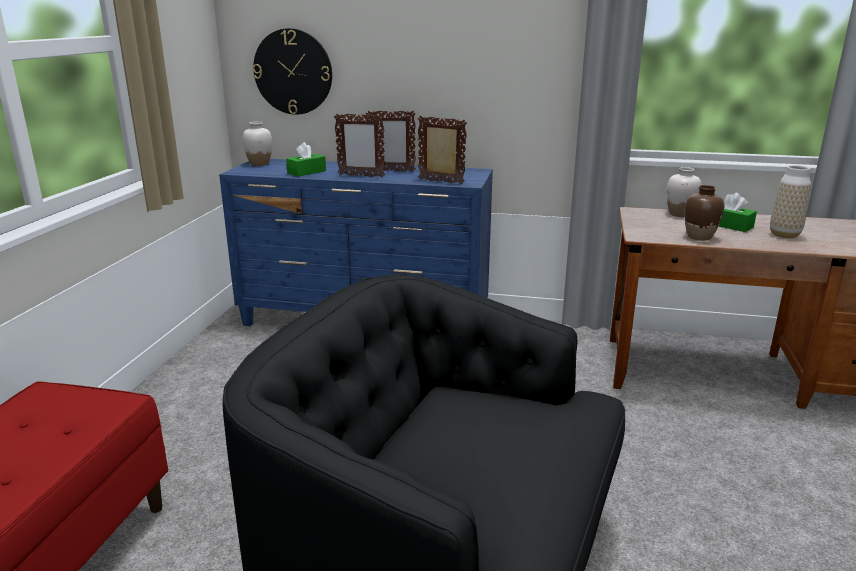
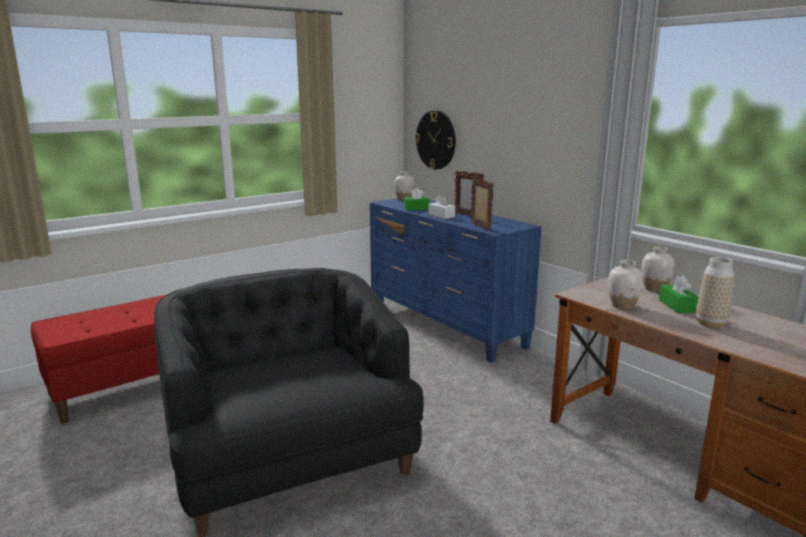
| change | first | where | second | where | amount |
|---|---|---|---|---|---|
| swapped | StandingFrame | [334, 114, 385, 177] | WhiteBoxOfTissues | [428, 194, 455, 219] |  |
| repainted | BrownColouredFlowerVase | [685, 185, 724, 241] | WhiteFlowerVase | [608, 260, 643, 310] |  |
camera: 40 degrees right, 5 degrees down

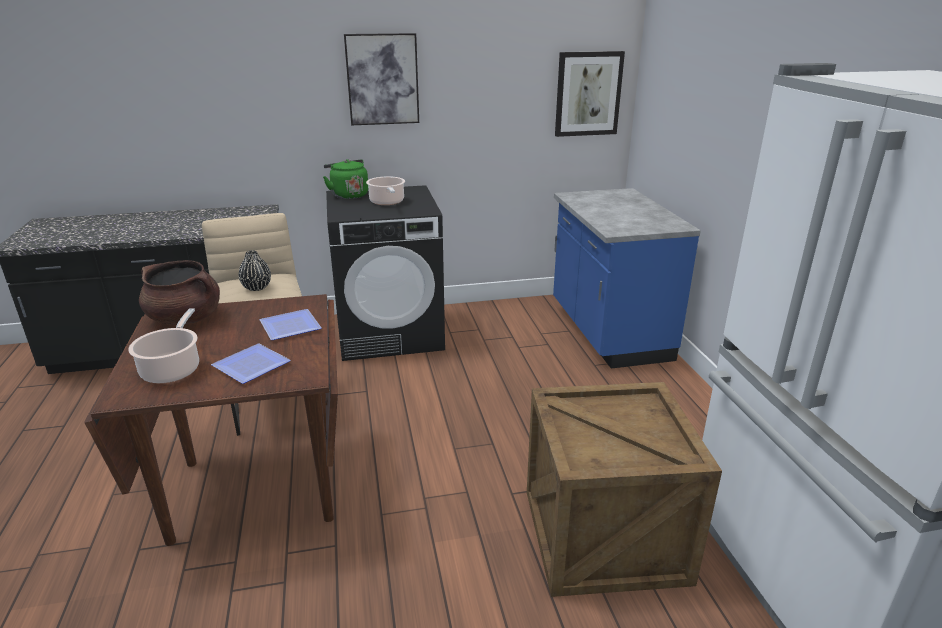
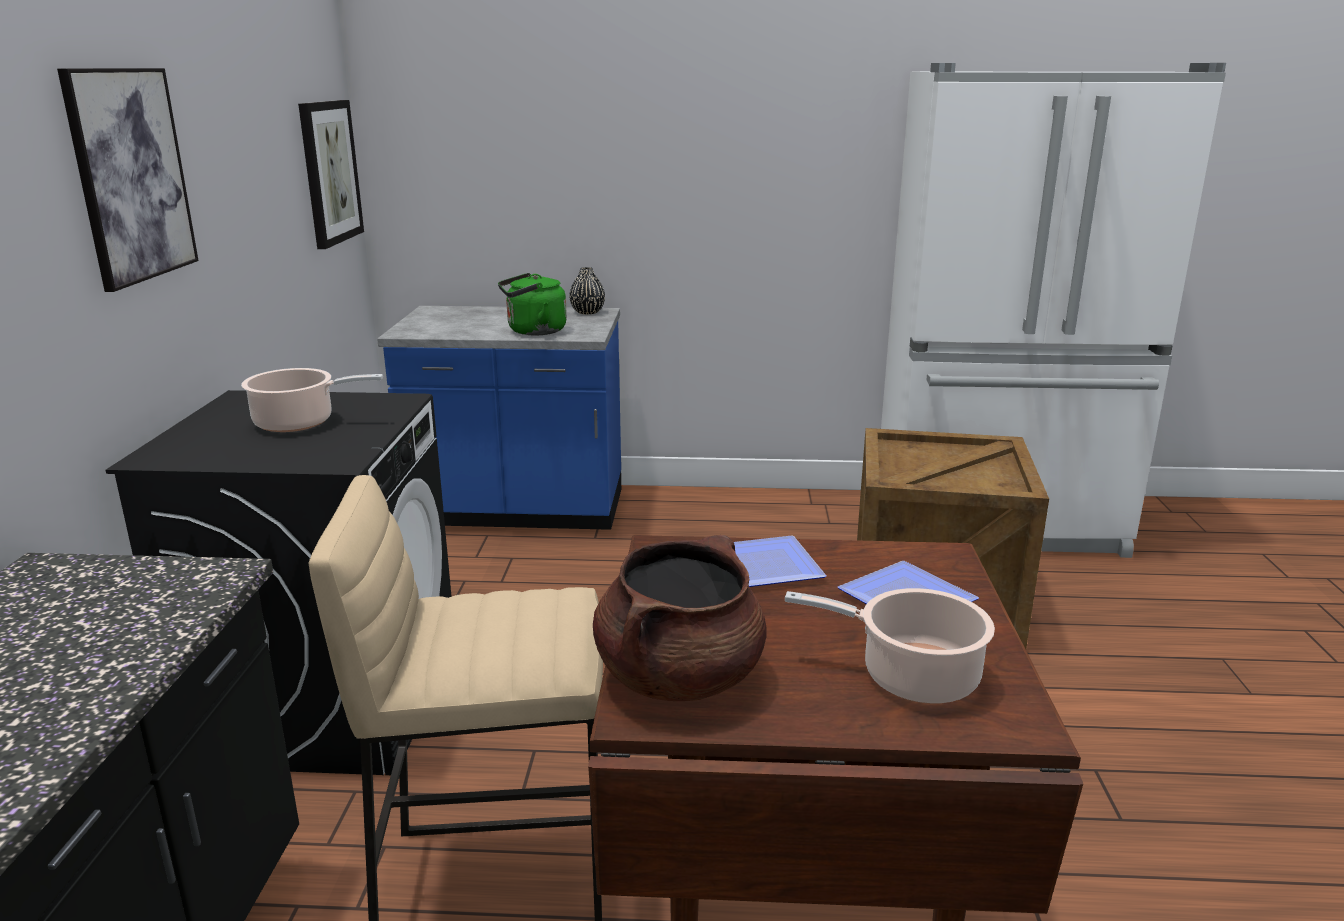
| change | first | where | second | where | amount |
|---|---|---|---|---|---|
| shifted | GreenColouredKettle | [323, 159, 368, 199] |  | [498, 273, 567, 335] |  |
| shifted | BlackishFlowerVase | [239, 250, 271, 291] |  | [569, 267, 605, 314] |  |
camera: 75 degrees left, 5 degrees down

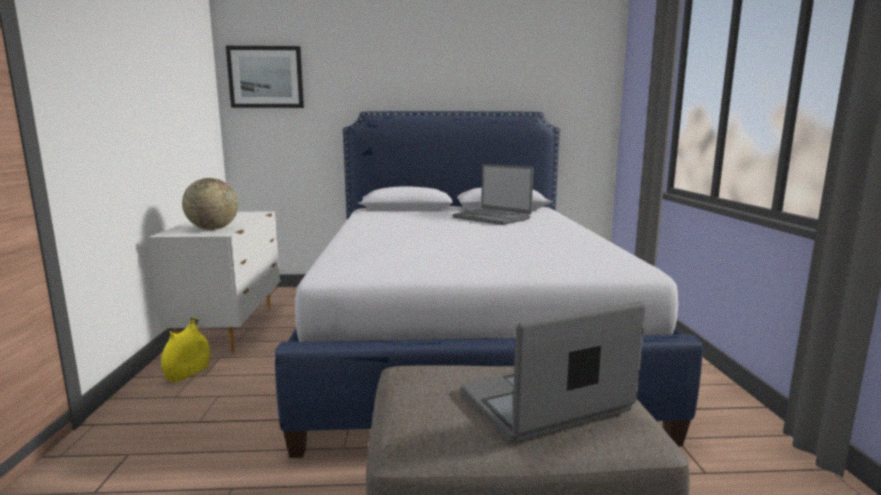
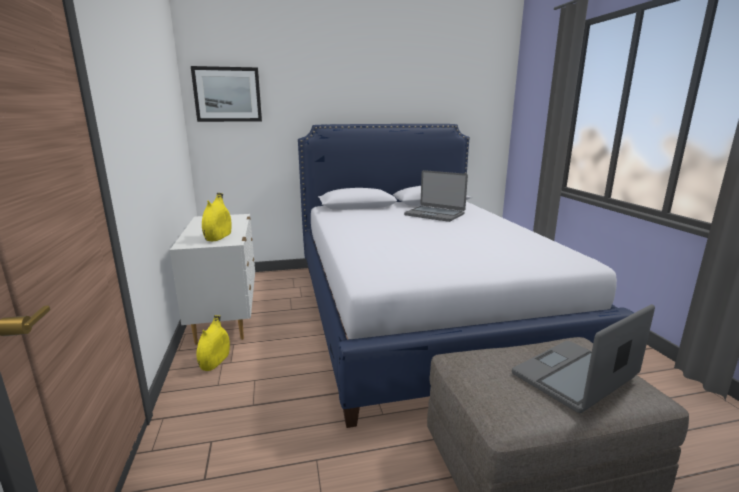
| change | first | where | second | where | amount |
|---|---|---|---|---|---|
| swapped | WorldGlobe | [182, 178, 238, 230] | YellowFlowerVase | [202, 193, 232, 241] |  |
camera: 10 degrees left, 5 degrees up

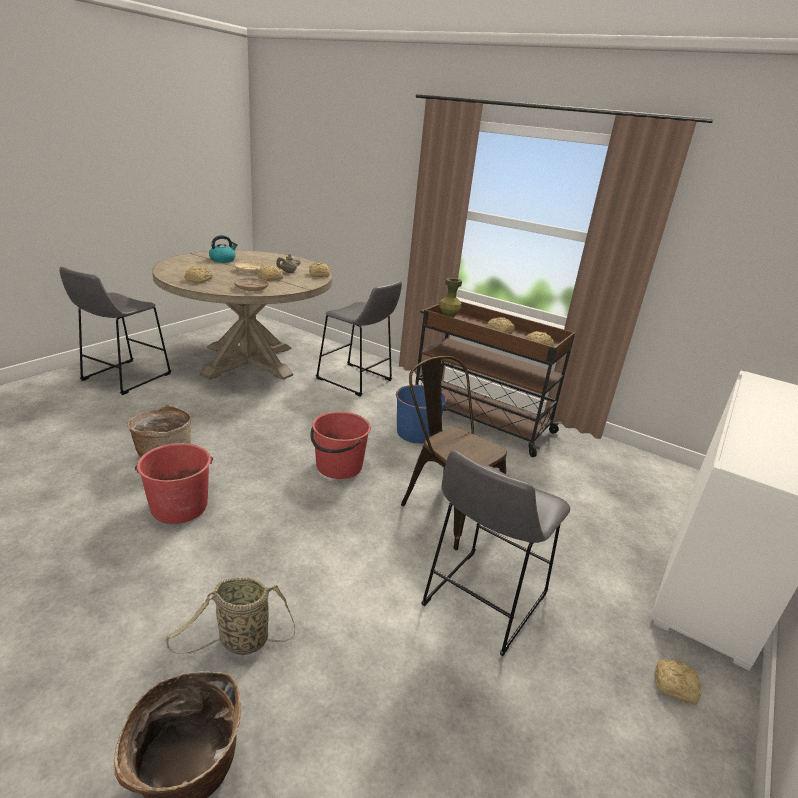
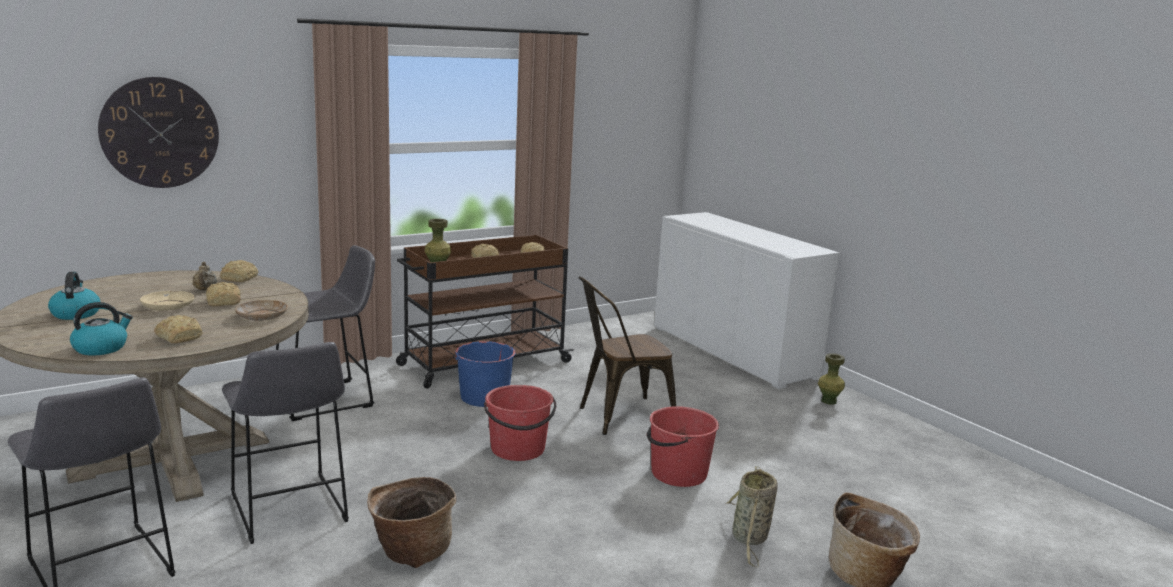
| change | first | where | second | where | amount |
|---|---|---|---|---|---|
| new |  |  | Kettle | [70, 302, 133, 356] |  |
| new |  |  | HangingClock | [98, 77, 219, 188] |  |
| shifted | GreyStool | [421, 450, 570, 656] |  | [222, 342, 349, 544] |  |
| shifted | ReddishPail | [135, 443, 213, 524] |  | [647, 406, 719, 487] |  |
| swapped | BakedBread | [655, 658, 701, 705] | GreenColouredFlowerVase | [818, 353, 845, 405] |  |
camera: 65 degrees left, 10 degrees down

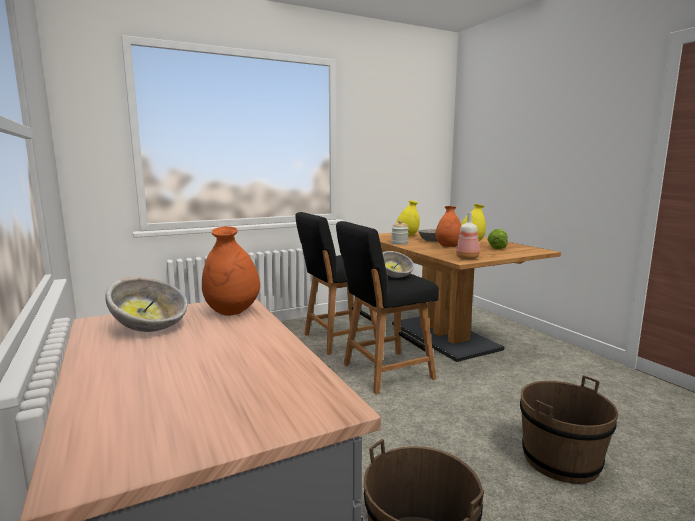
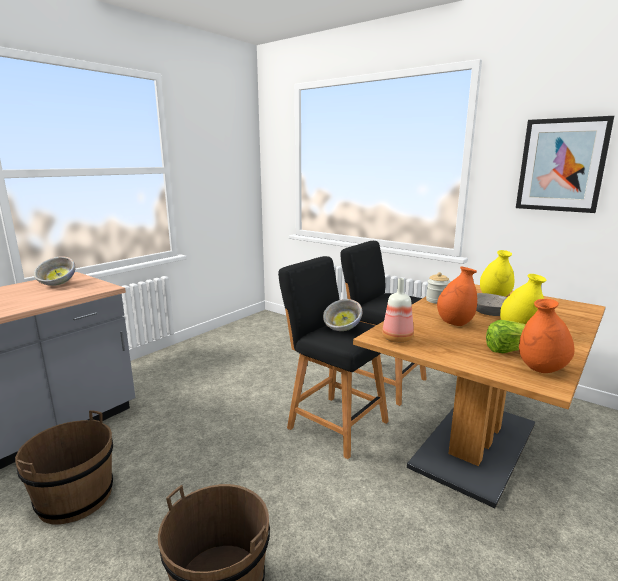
| change | first | where | second | where | amount |
|---|---|---|---|---|---|
| new |  |  | WallArt | [516, 116, 614, 213] |  |
| shifted | OrangeyFlowerVase | [202, 226, 260, 316] |  | [519, 299, 574, 373] |  |
camera: 65 degrees right, 5 degrees up

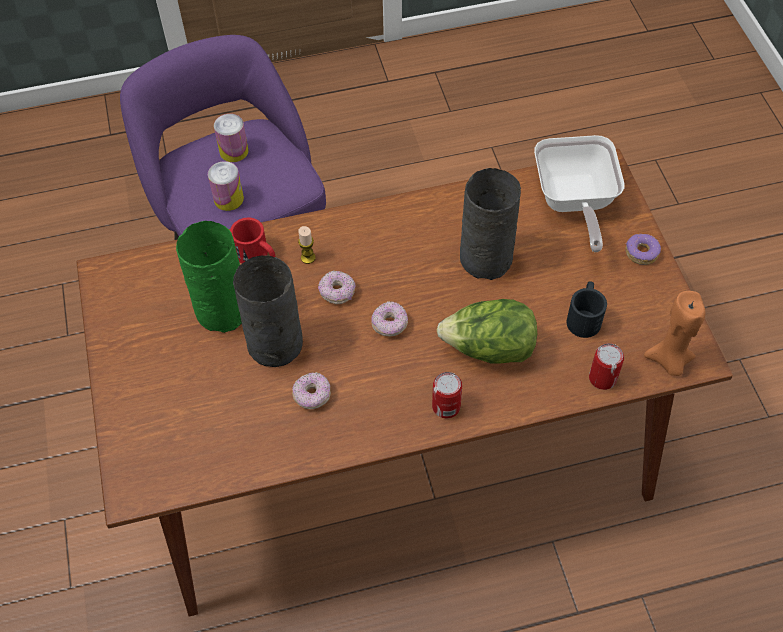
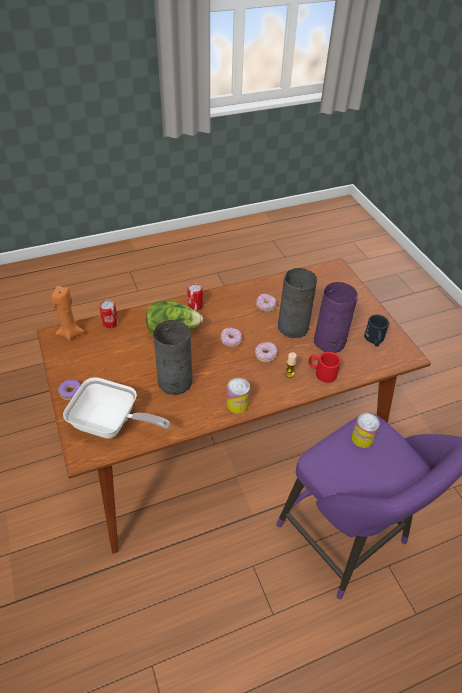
| change | first | where | second | where | amount |
|---|---|---|---|---|---|
| rotated | Pan | [534, 135, 624, 252] |  | [63, 377, 170, 439] | 120 degrees clockwise |
| shifted | MetalCan | [214, 114, 249, 162] |  | [227, 378, 250, 414] |  |
| repainted | GreenColouredFlowerVase | [176, 221, 242, 333] | PurpleColouredFlowerVase | [314, 282, 358, 353] |  |
| shifted | BlackishTeaMug | [566, 281, 607, 338] |  | [364, 315, 389, 346] |  |
camera: 170 degrees right, 10 degrees down

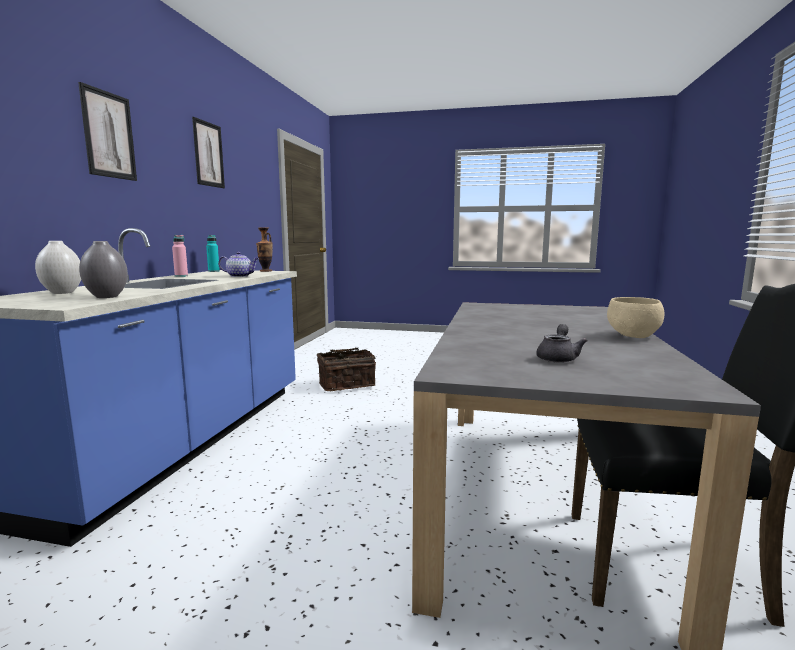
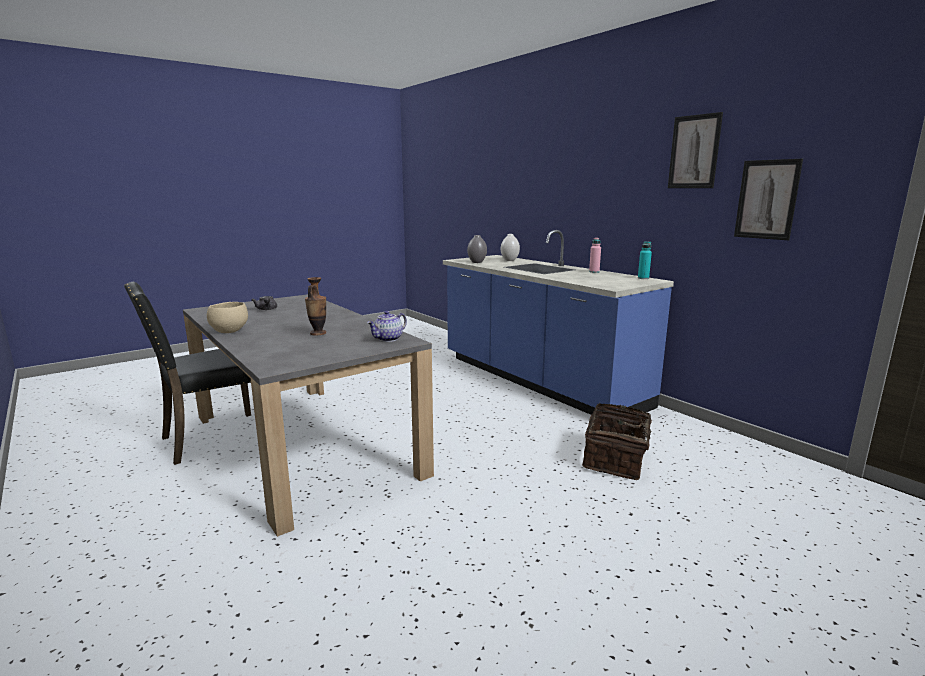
| change | first | where | second | where | amount |
|---|---|---|---|---|---|
| shifted | FlowerVase | [256, 227, 273, 272] |  | [305, 277, 326, 336] |  |
| shifted | Teapot | [218, 252, 259, 277] |  | [367, 311, 407, 342] |  |
| shifted | WallArt | [78, 82, 137, 181] |  | [734, 159, 803, 240] |  |
camera: 130 degrees right, 5 degrees up

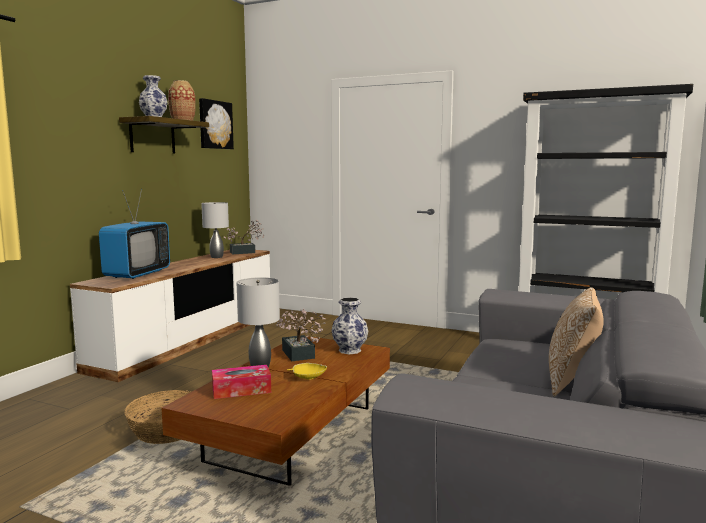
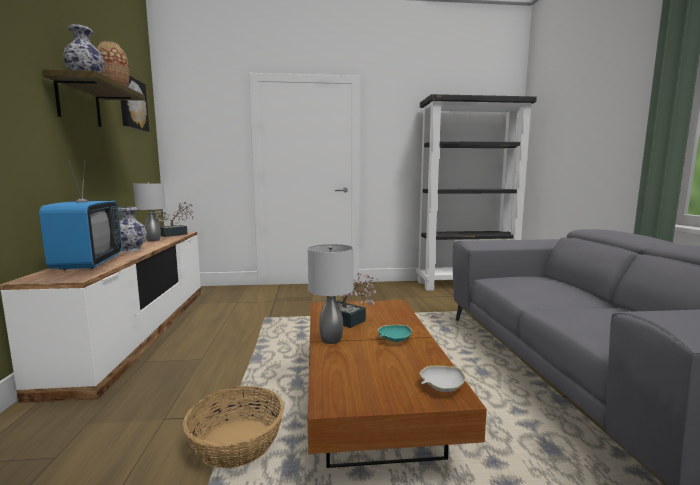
| change | first | where | second | where | amount |
|---|---|---|---|---|---|
| shifted | FlowerVase | [331, 297, 368, 354] |  | [118, 207, 147, 252] |  |
| repainted | YellowDeepDish | [287, 363, 327, 380] | BlueGreenDeepDish | [378, 325, 412, 342] |  |
| new |  |  | WhiteDeepDish | [420, 366, 466, 392] |  |
| gone | BoxOfTissues | [212, 365, 271, 399] |  |  |  |
| gone | Pillow | [549, 287, 604, 397] |  |  |  |
camera: 30 degrees left, 0 degrees up

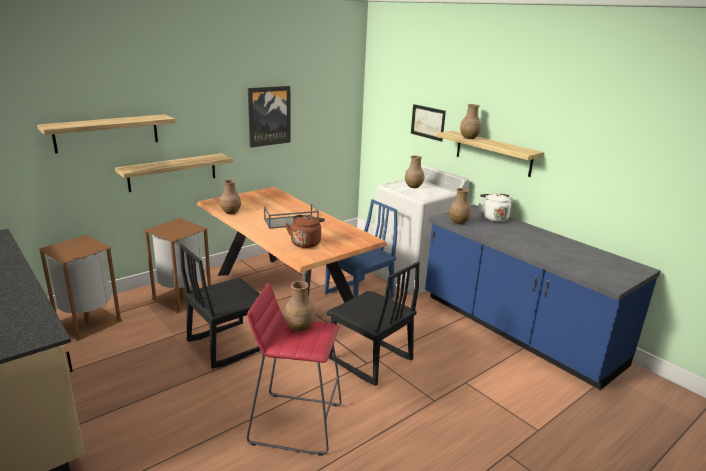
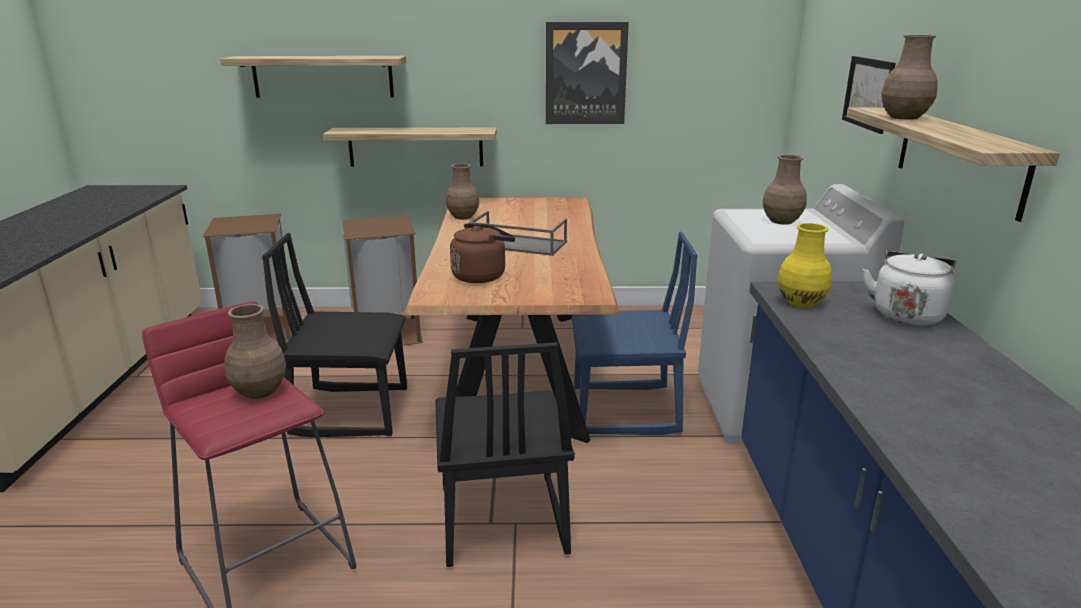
| change | first | where | second | where | amount |
|---|---|---|---|---|---|
| repainted | BrownColouredFlowerVase | [449, 188, 471, 224] | YellowFlowerVase | [778, 223, 832, 308] |  |
camera: 40 degrees right, 0 degrees up

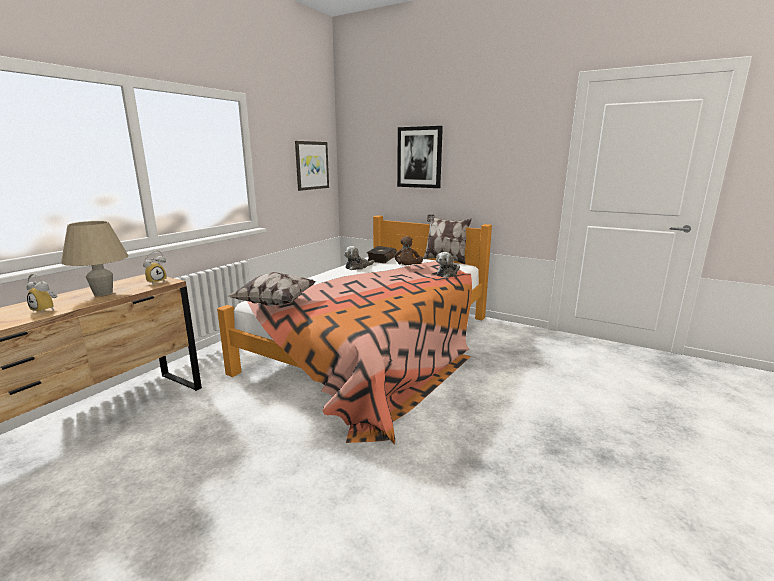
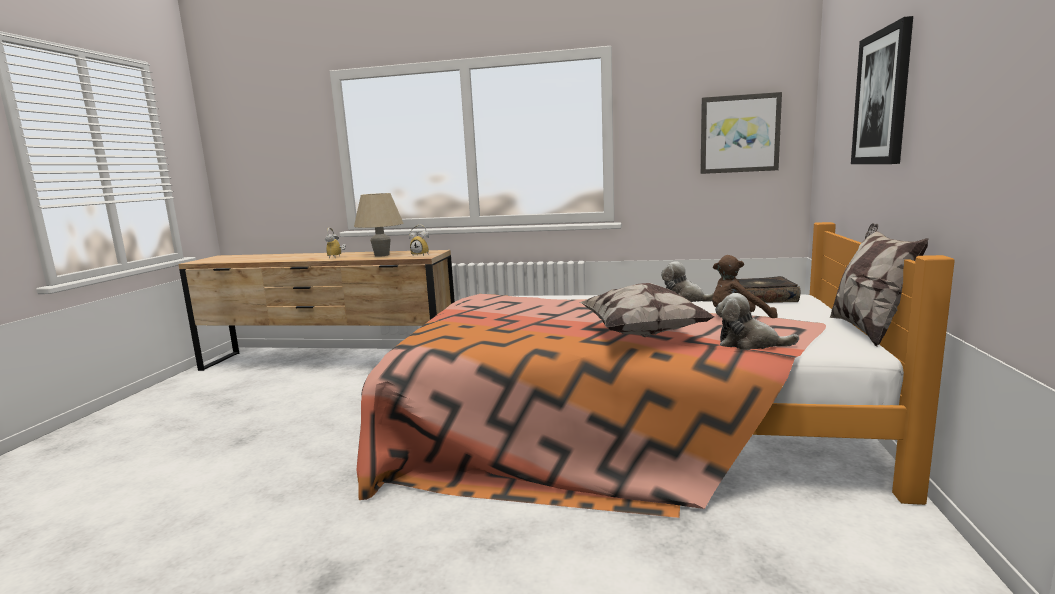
| change | first | where | second | where | amount |
|---|---|---|---|---|---|
| shifted | Pillow | [227, 272, 316, 307] |  | [580, 283, 715, 337] |  |
camera: 70 degrees right, 5 degrees down

